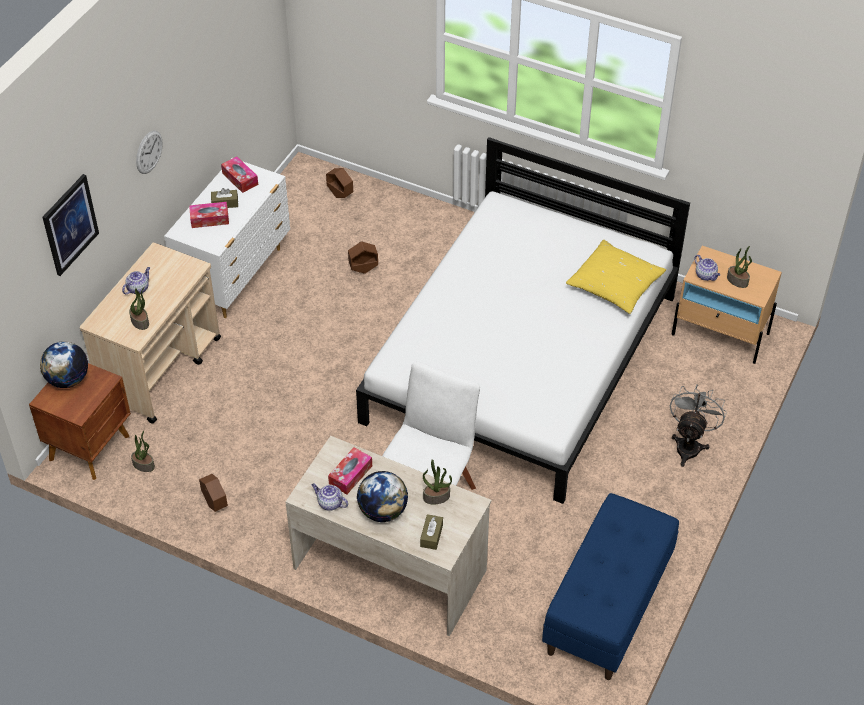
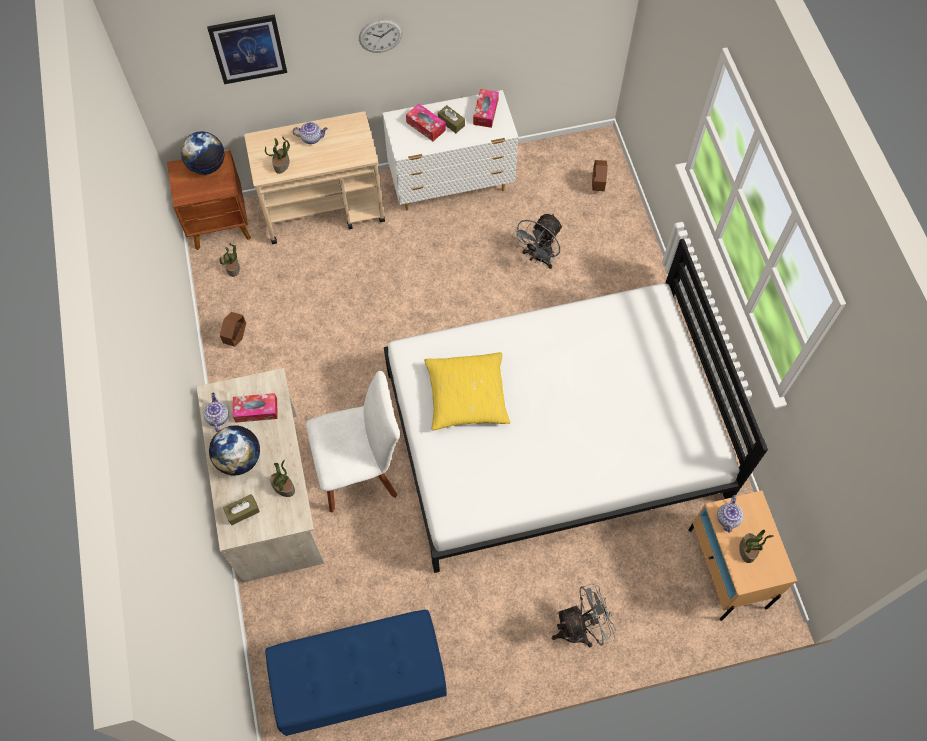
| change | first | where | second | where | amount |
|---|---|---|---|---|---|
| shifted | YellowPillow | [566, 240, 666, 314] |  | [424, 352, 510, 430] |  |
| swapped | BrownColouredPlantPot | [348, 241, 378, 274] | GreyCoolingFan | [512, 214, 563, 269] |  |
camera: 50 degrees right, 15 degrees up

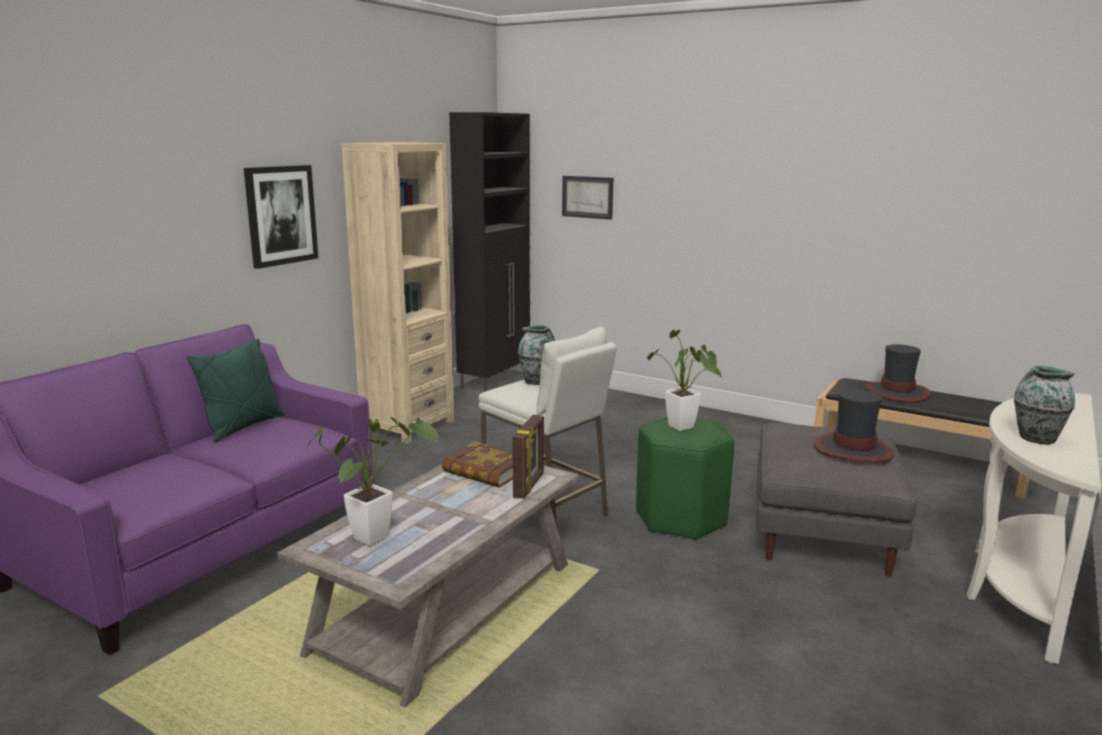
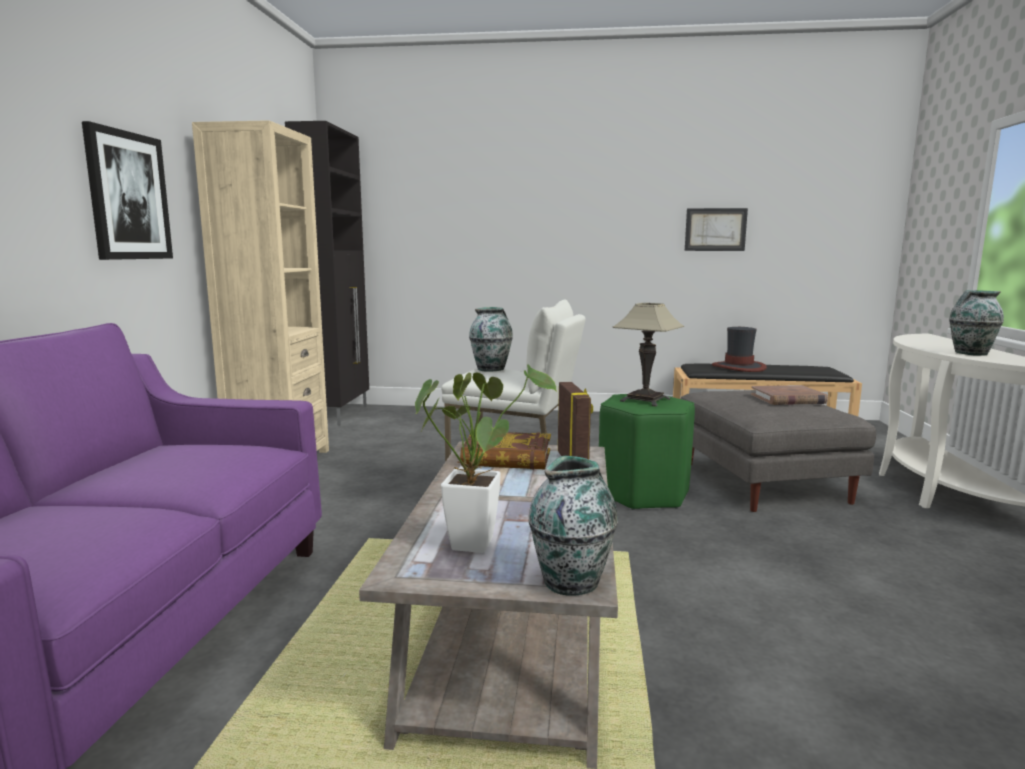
| change | first | where | second | where | amount |
|---|---|---|---|---|---|
| new |  |  | FlowerVase | [528, 456, 618, 596] |  |
| swapped | Houseplant | [647, 330, 722, 431] | TabletopLamp | [613, 303, 684, 407] |  |
| shifted | WallArt | [562, 176, 613, 220] |  | [685, 208, 748, 251] |  |
| swapped | Hat | [814, 389, 894, 463] | BrownColouredVolume | [751, 385, 828, 405] |  |
| gone | GreenColouredPillow | [186, 339, 284, 443] |  |  |  |
camera: 25 degrees left, 5 degrees down

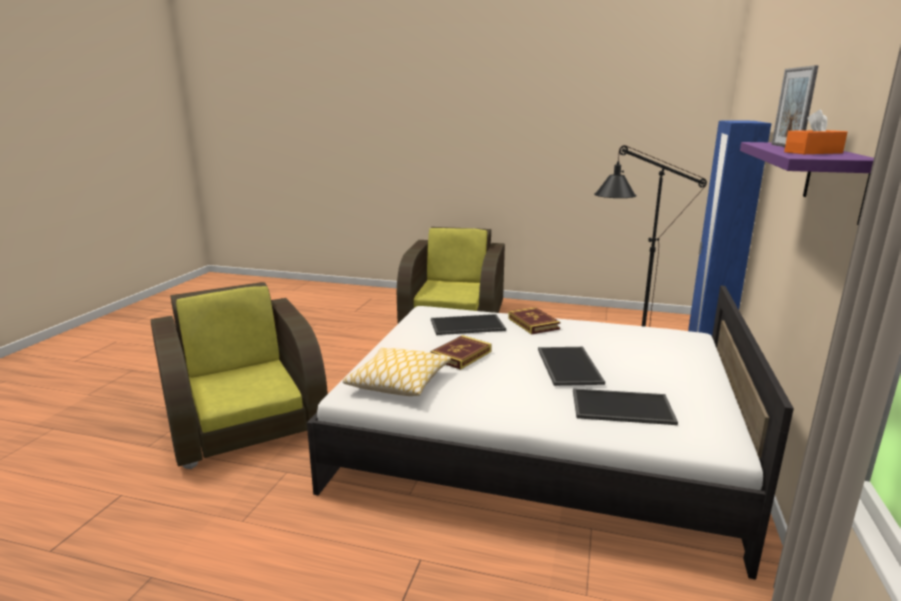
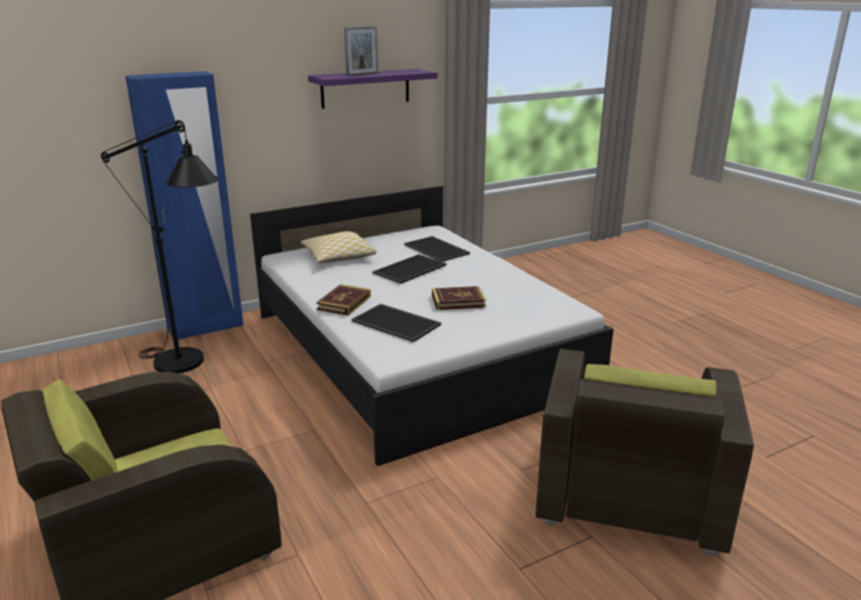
| change | first | where | second | where | amount |
|---|---|---|---|---|---|
| shifted | Pillow | [343, 348, 451, 396] |  | [301, 231, 377, 263] |  |
| gone | OrangeyBoxOfTissues | [784, 109, 848, 154] |  |  |  |
camera: 135 degrees left, 5 degrees up

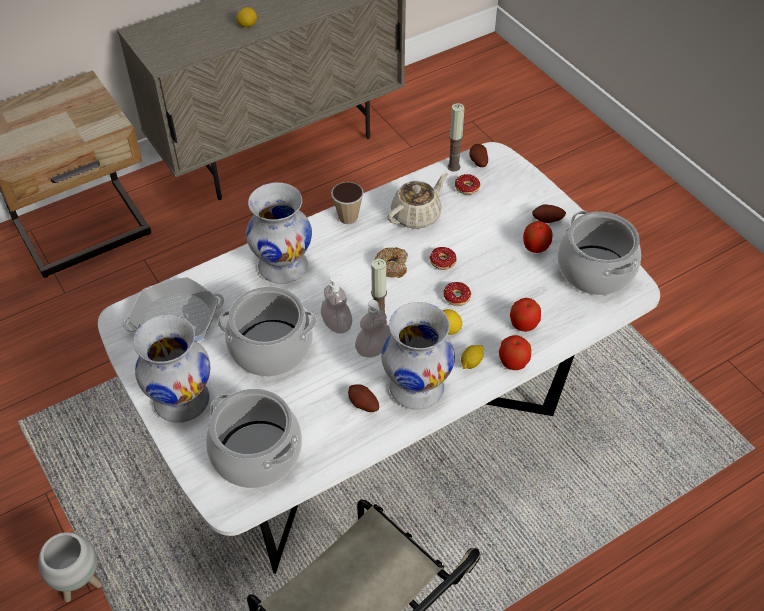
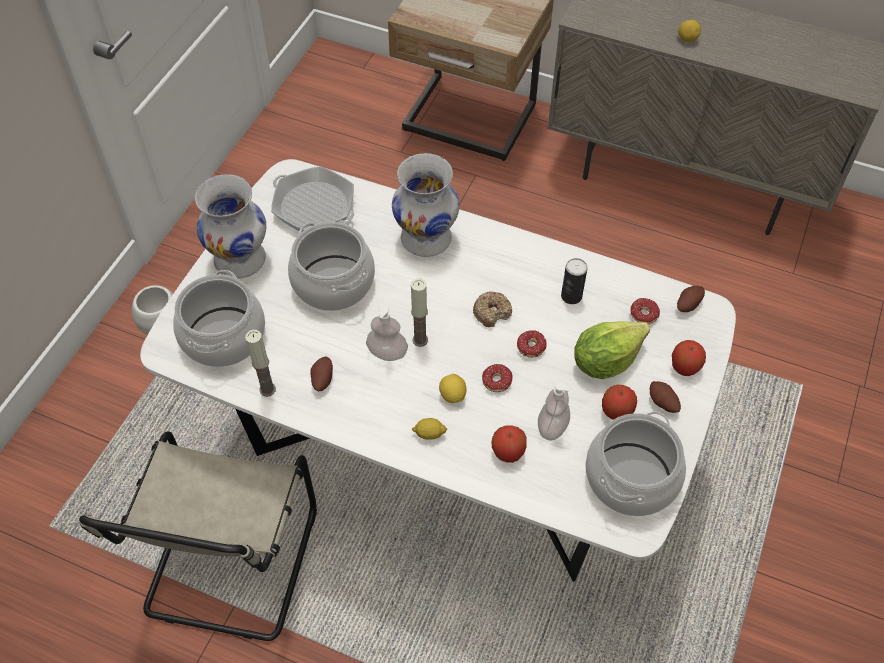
| change | first | where | second | where | amount |
|---|---|---|---|---|---|
| shifted | Candle | [447, 103, 464, 172] |  | [245, 330, 276, 397] |  |
| shifted | SoapDispenser | [321, 274, 352, 333] |  | [538, 382, 570, 441] |  |
| swapped | BeigeTeapot | [387, 173, 448, 229] | MetalCan | [561, 258, 588, 304] |  |
| new |  |  | HeadOfLettuce | [574, 321, 650, 379] |  |
| shifted | Apple | [499, 335, 531, 370] |  | [672, 340, 706, 376] |  |
| gone | Cup | [331, 182, 364, 224] |  |  |  |
| gone | WhiteFlowerVase | [381, 302, 455, 410] |  |  |  |
camera: 55 degrees right, 5 degrees up

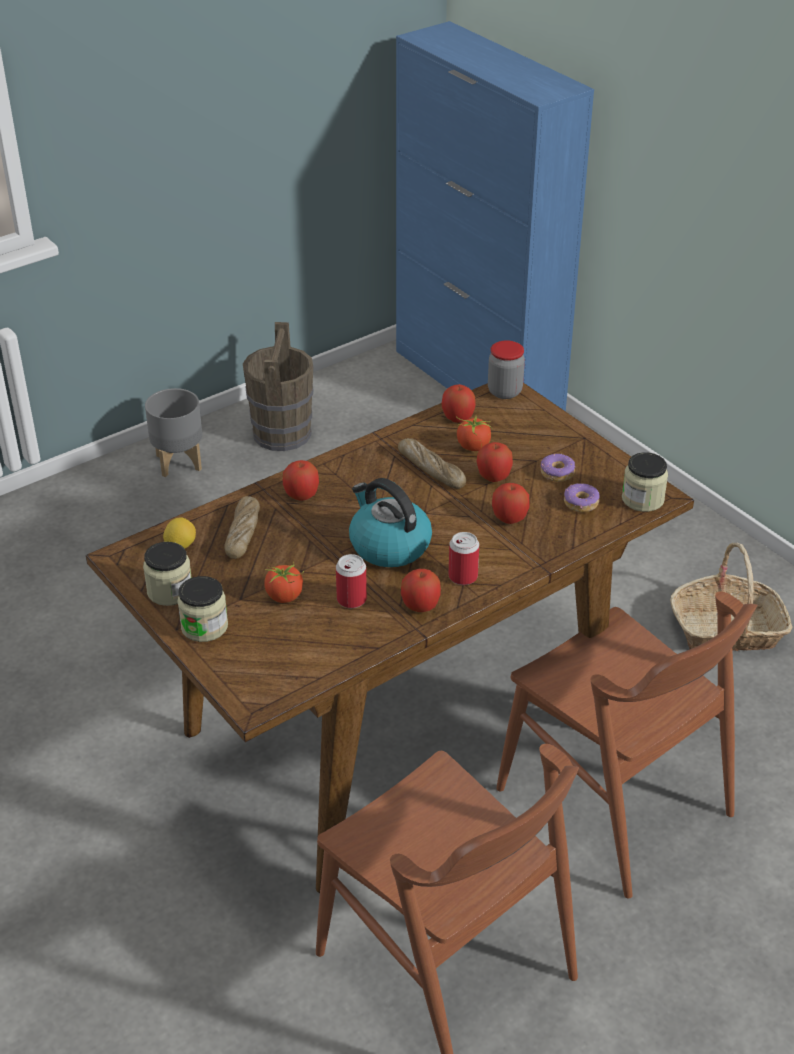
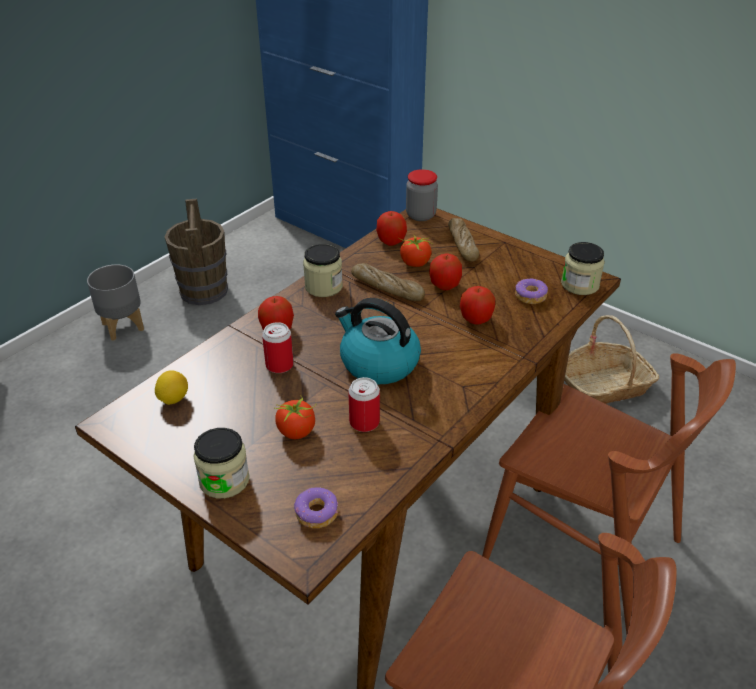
| change | first | where | second | where | amount |
|---|---|---|---|---|---|
| shifted | MetalCan | [449, 532, 479, 585] |  | [262, 322, 294, 373] |  |
| shifted | Doughnut | [541, 454, 575, 482] |  | [294, 487, 339, 528] |  |
| shifted | PreserveJar | [143, 542, 192, 606] |  | [303, 244, 343, 297] |  |
| shifted | BakedBread | [224, 496, 260, 559] |  | [448, 218, 479, 262] |  |
| gone | Apple | [401, 569, 441, 612] |  |  |  |
camera: 15 degrees left, 0 degrees up

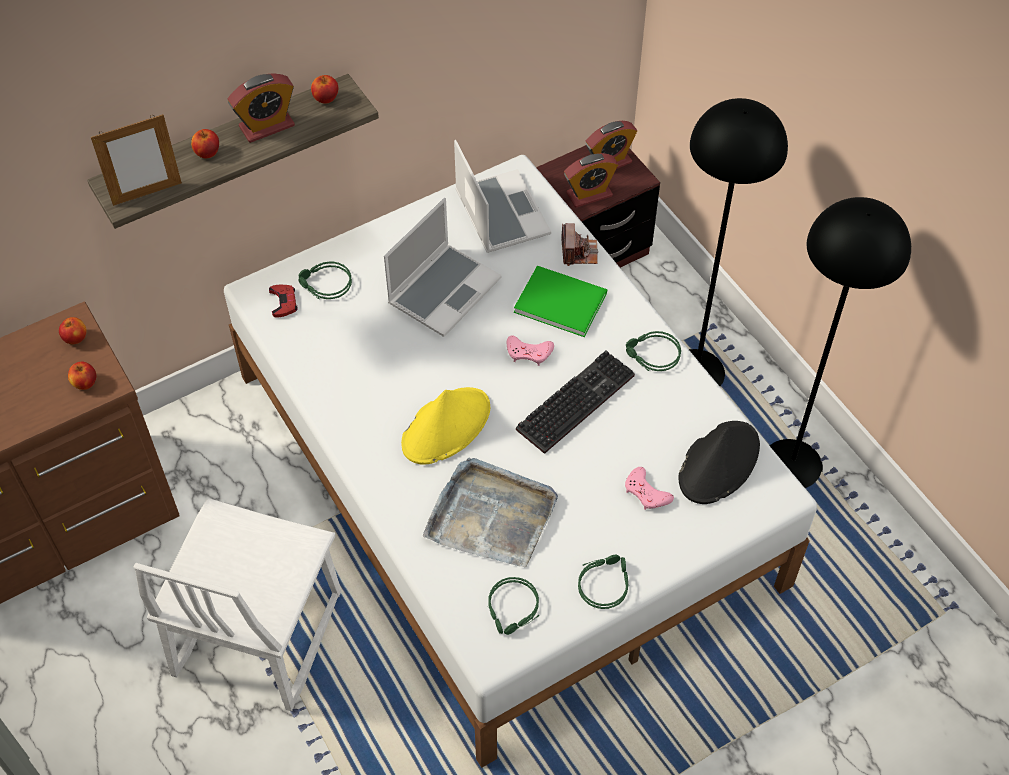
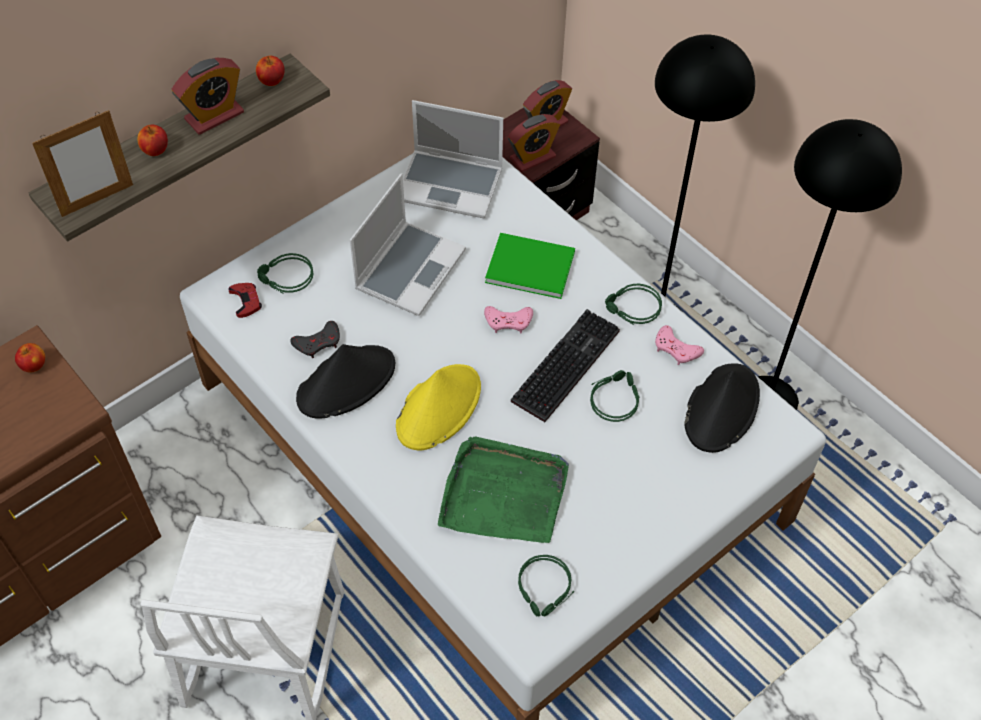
| change | first | where | second | where | amount |
|---|---|---|---|---|---|
| new |  |  | GreyGamepad | [290, 321, 340, 358] |  |
| new |  |  | BlackishHat | [296, 344, 395, 419] |  |
| rotated | NotebookComputer | [454, 140, 551, 253] |  | [403, 100, 503, 219] | 135 degrees clockwise |
| repainted | GreyServingTray | [423, 458, 558, 567] | GreenColouredServingTray | [438, 437, 569, 543] |  |
| shifted | GreenColouredPairOfHeadphones | [578, 554, 629, 609] |  | [590, 370, 639, 422] |  |
| shifted | PinkishGamepad | [625, 467, 674, 510] |  | [655, 325, 704, 365] |  |
| gone | Apple | [68, 362, 96, 390] |  |  |  |
| gone | PhotoCamera | [561, 223, 598, 266] |  |  |  |
camera: 10 degrees left, 0 degrees up

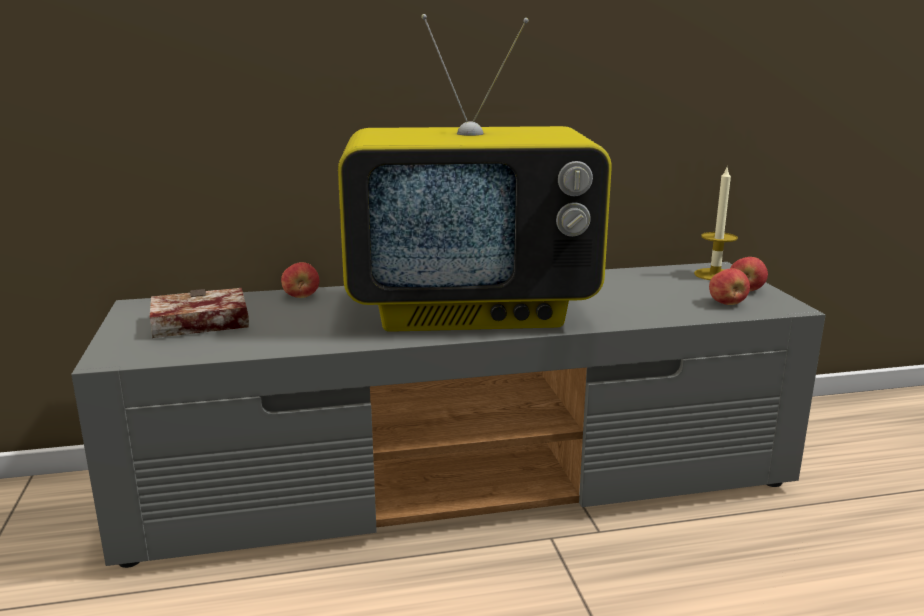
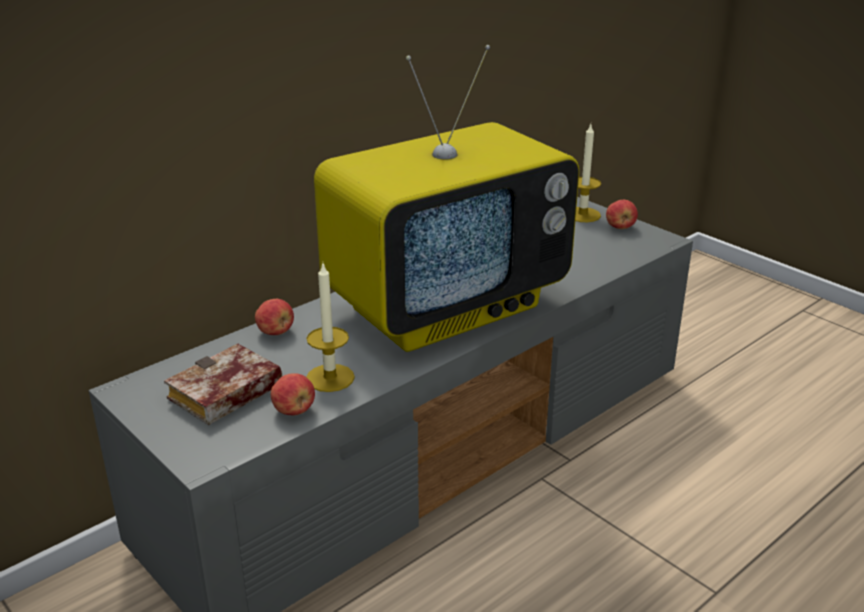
| change | first | where | second | where | amount |
|---|---|---|---|---|---|
| shifted | Apple | [709, 268, 750, 305] |  | [271, 373, 315, 415] |  |
| new |  |  | Candle | [307, 264, 355, 392] |  |
camera: 30 degrees left, 10 degrees up

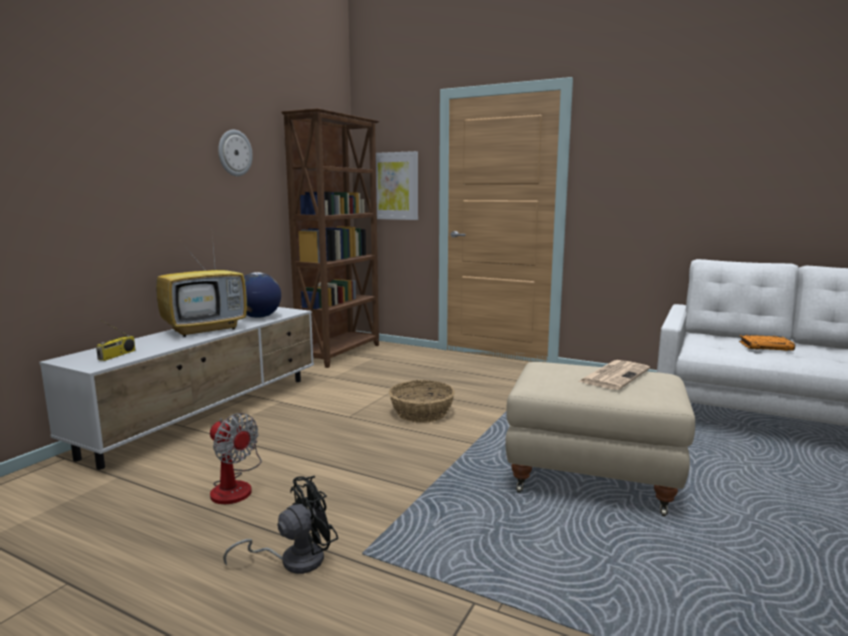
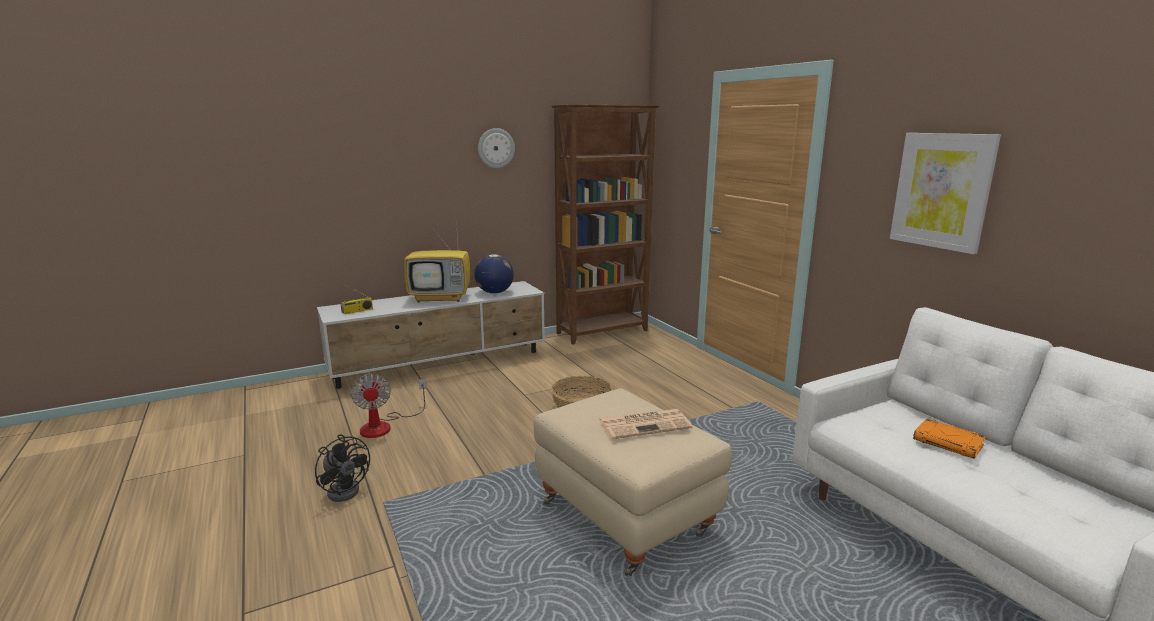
| change | first | where | second | where | amount |
|---|---|---|---|---|---|
| rotated | BlackishCoolingFan | [223, 476, 339, 574] |  | [315, 434, 370, 502] | 45 degrees clockwise |
| shifted | WallArt | [376, 151, 418, 220] |  | [890, 133, 1001, 254] |  |
camera: 35 degrees right, 5 degrees up

